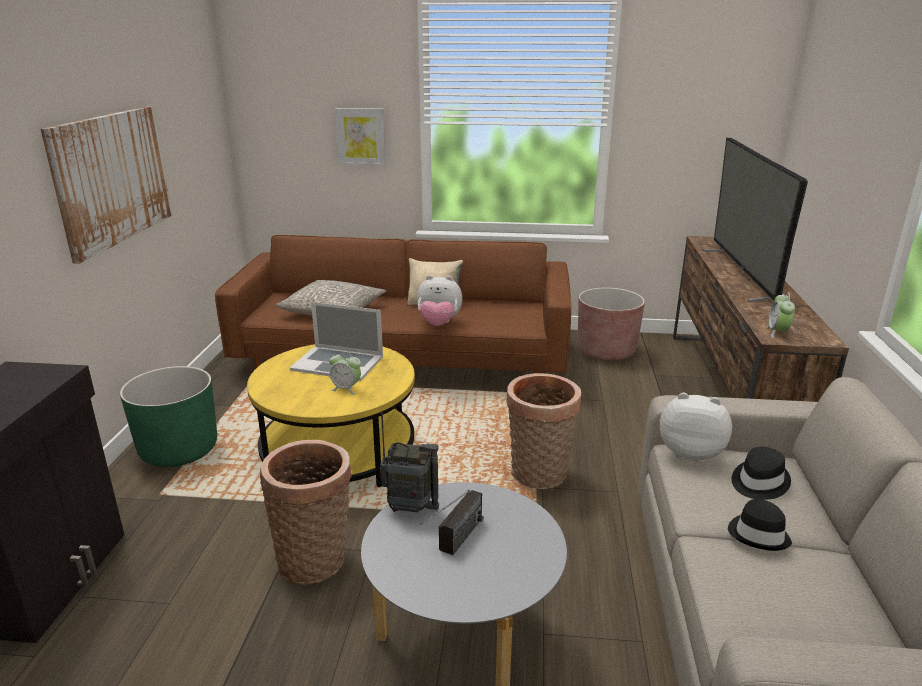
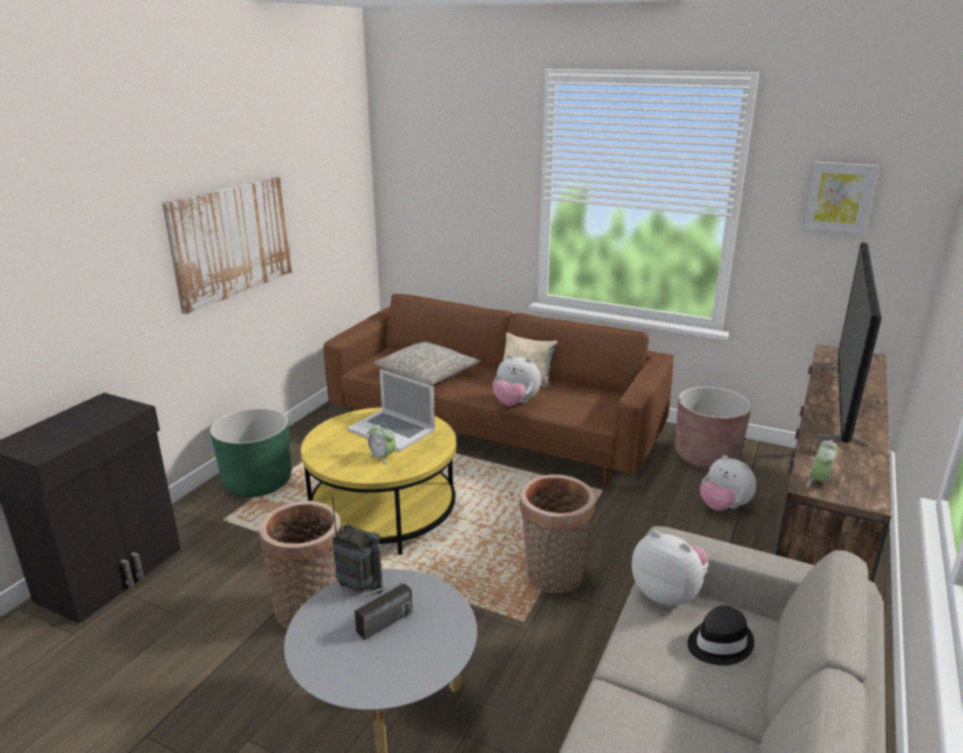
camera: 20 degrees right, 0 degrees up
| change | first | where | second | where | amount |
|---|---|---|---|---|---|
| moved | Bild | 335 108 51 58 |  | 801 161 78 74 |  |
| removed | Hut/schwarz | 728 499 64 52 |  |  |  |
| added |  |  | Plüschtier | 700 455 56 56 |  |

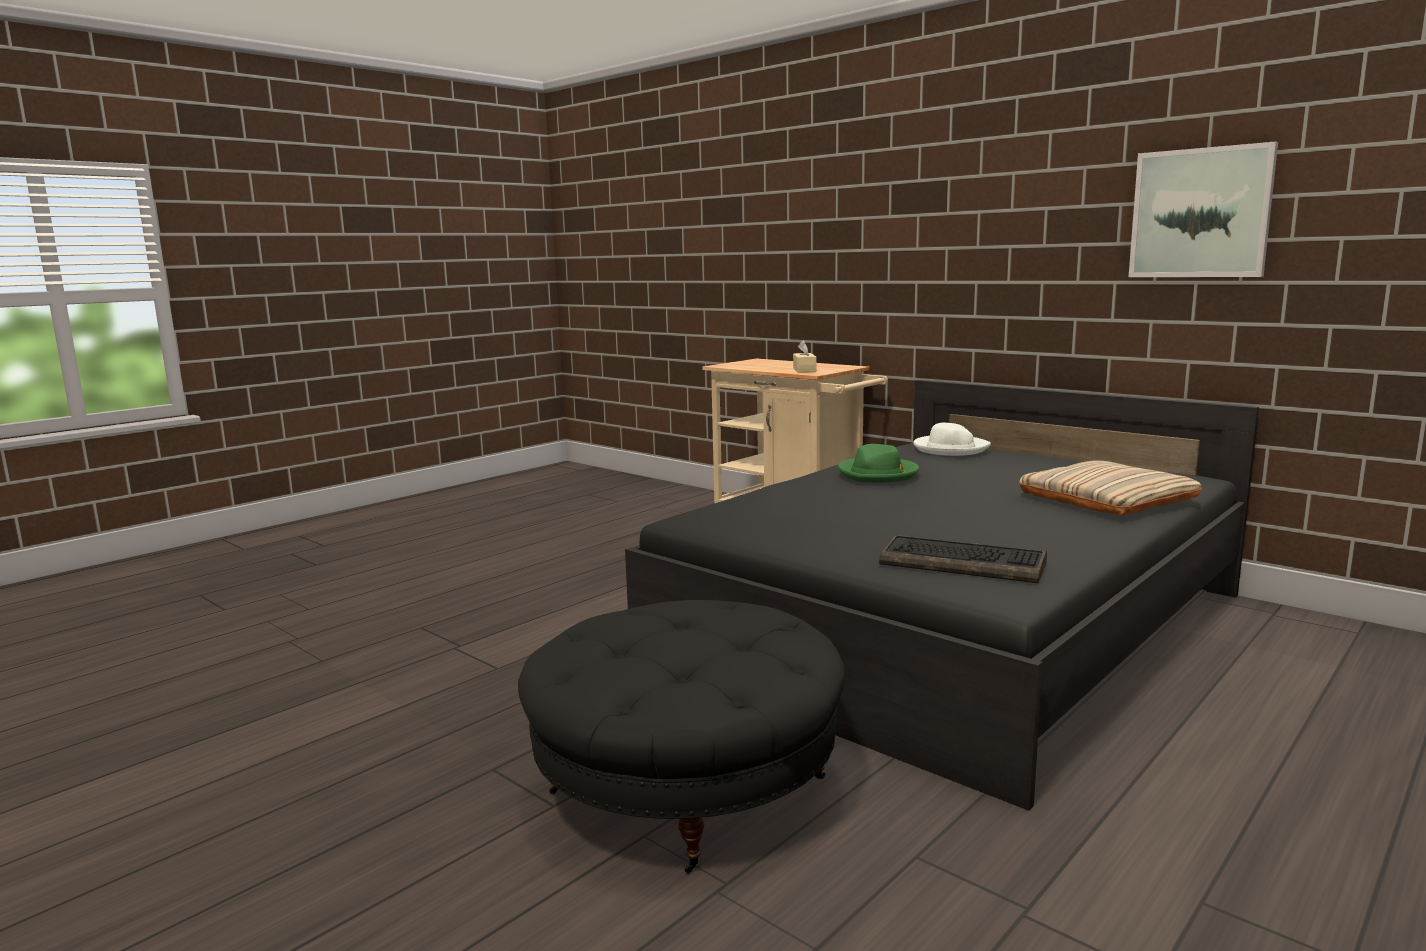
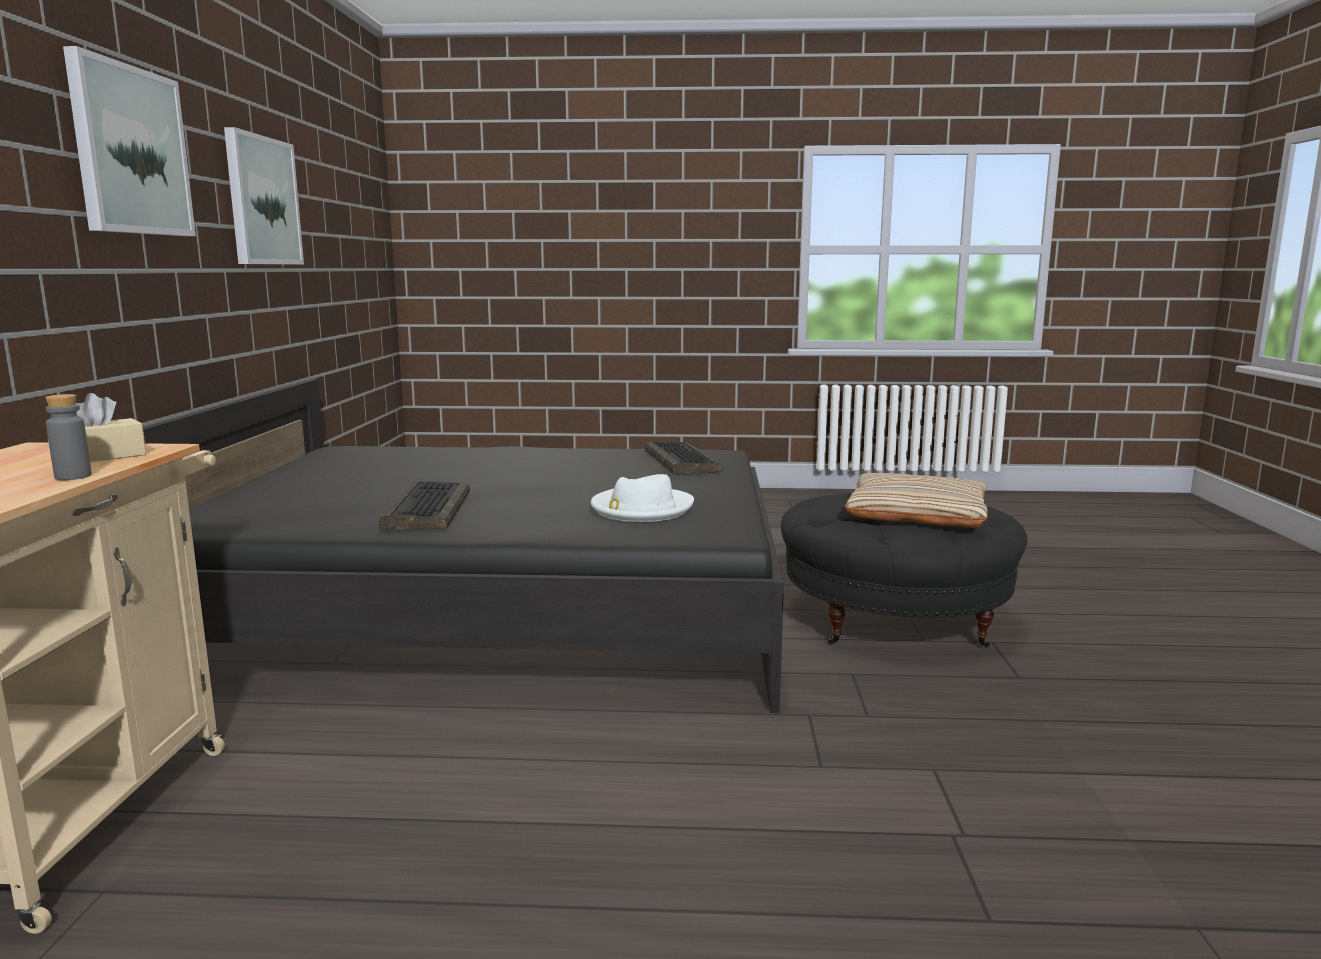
camera: 130 degrees left, 0 degrees up
| change | first | where | second | where | amount |
|---|---|---|---|---|---|
| replaced | Hut/grün | 838 444 81 38 | Tastatur | 379 481 91 49 |  |
| moved | Hut/weiß | 913 423 78 33 |  | 591 474 103 48 |  |
| moved | Kissen/beige | 1019 461 183 55 |  | 845 473 143 55 |  |
| added |  |  | Flasche/grau | 45 394 47 86 |  |
| added |  |  | Bild | 63 46 133 190 |  |

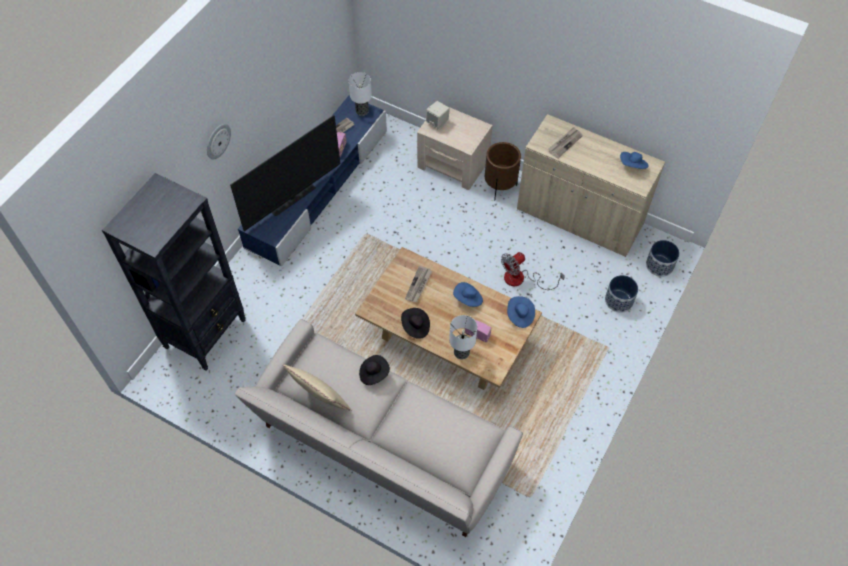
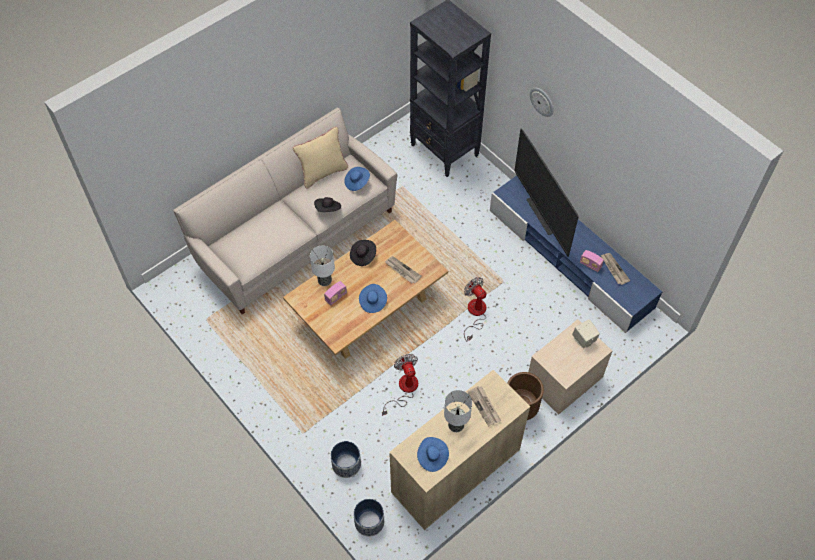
camera: 110 degrees right, 0 degrees up
| change | first | where | second | where | amount |
|---|---|---|---|---|---|
| moved | Tischlampe | 349 72 23 44 |  | 444 390 28 42 |  |
| moved | Hut/blau | 507 296 28 32 |  | 344 167 26 24 |  |
| added |  |  | Ventilator | 464 277 23 64 |  |

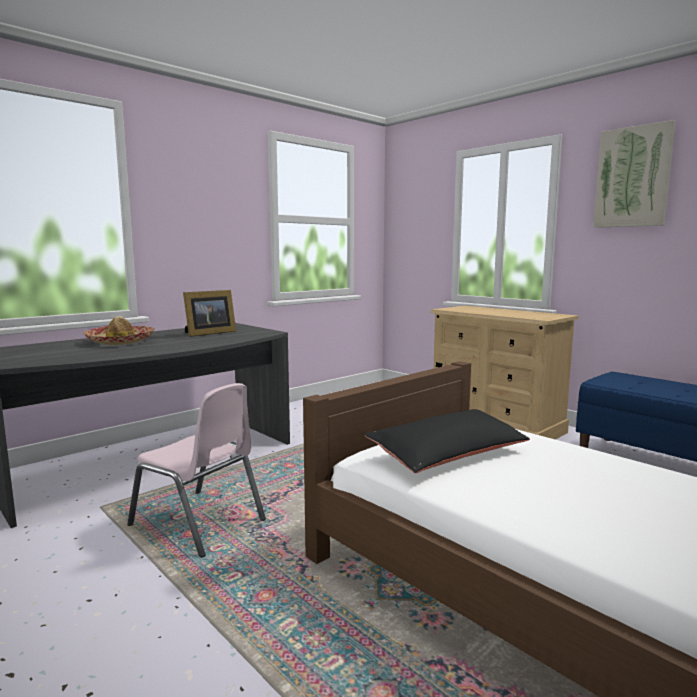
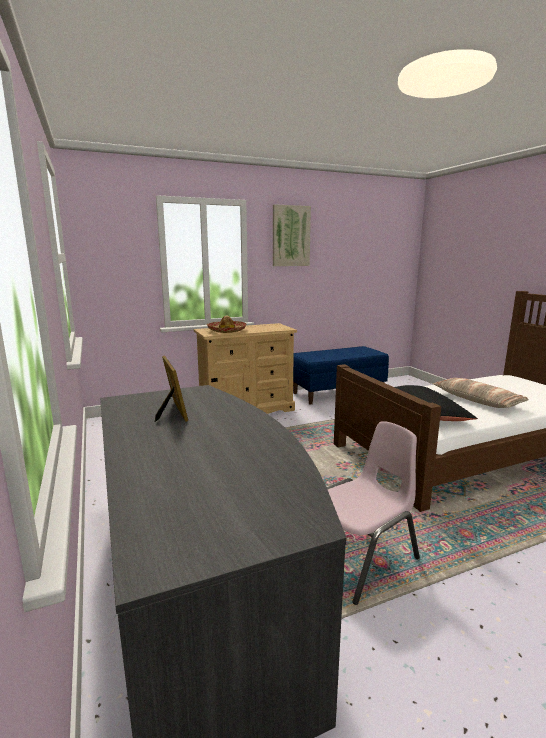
camera: 70 degrees left, 5 degrees up
| change | first | where | second | where | amount |
|---|---|---|---|---|---|
| moved | Hut | 83 316 72 29 |  | 207 315 40 18 |  |
| added |  |  | Kissen | 433 378 96 30 |  |

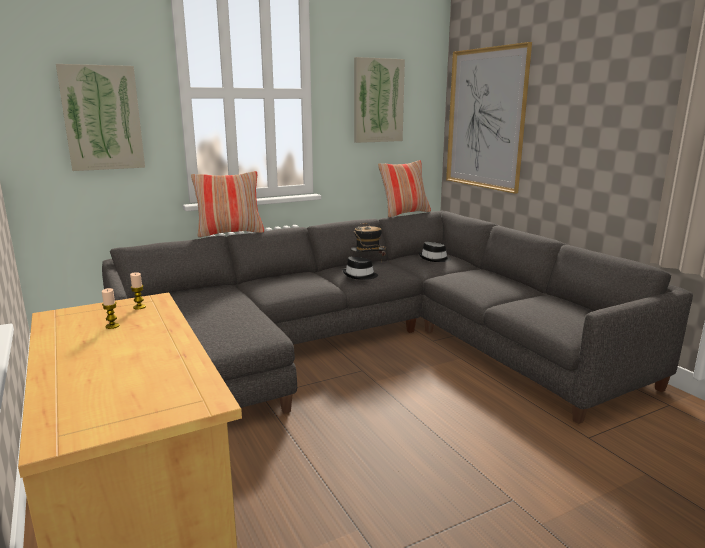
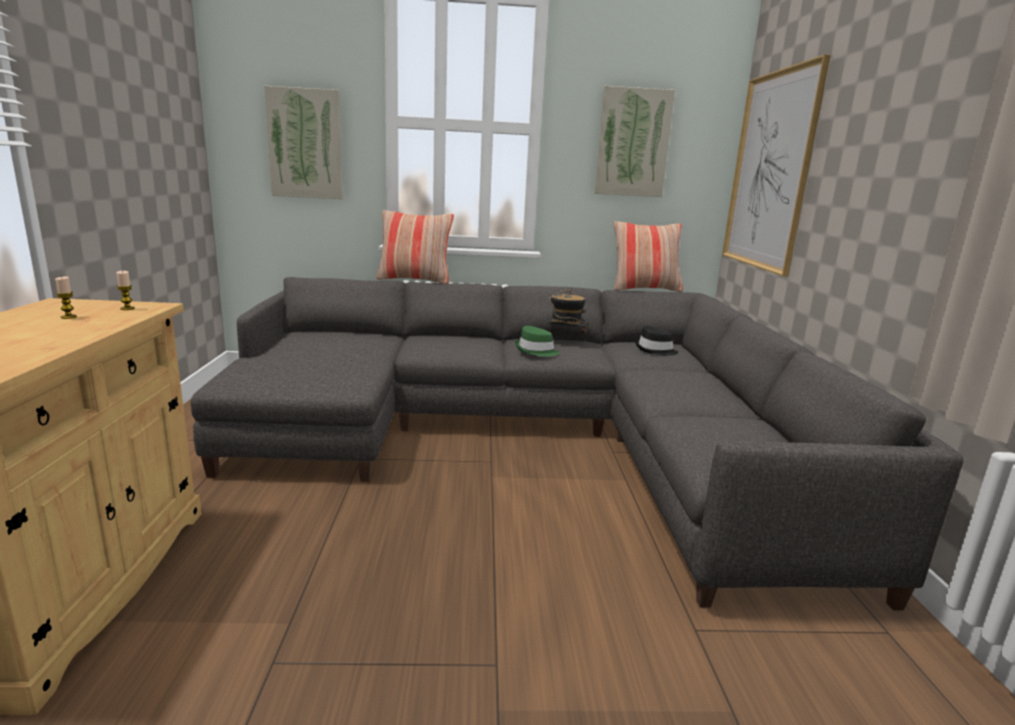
camera: 25 degrees right, 0 degrees up
| change | first | where | second | where | amount |
|---|---|---|---|---|---|
| recoloured | Hut/schwarz | 342 257 36 22 | Hut/grün | 515 326 44 30 |  |

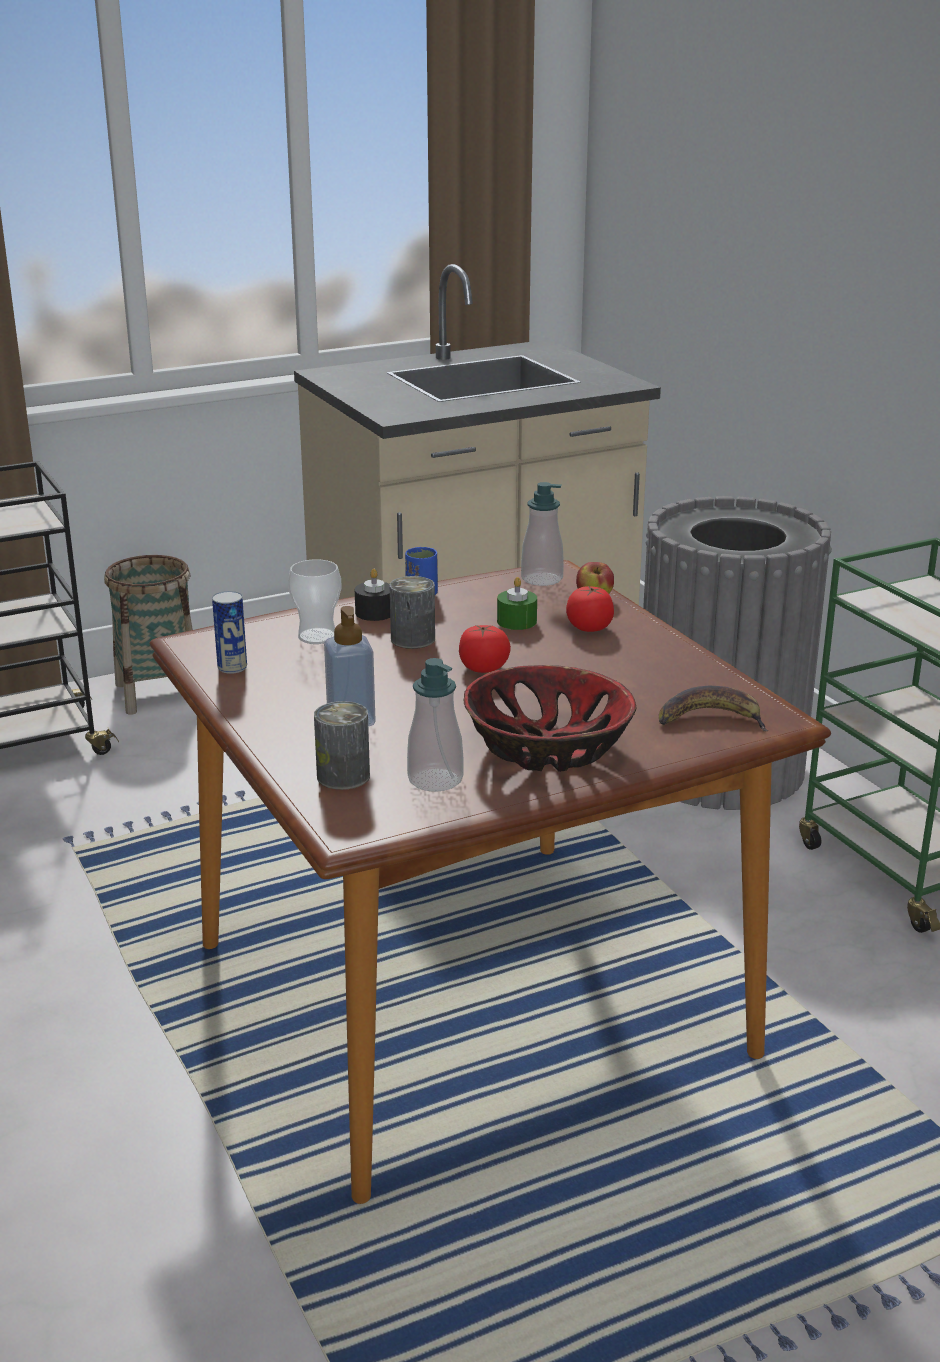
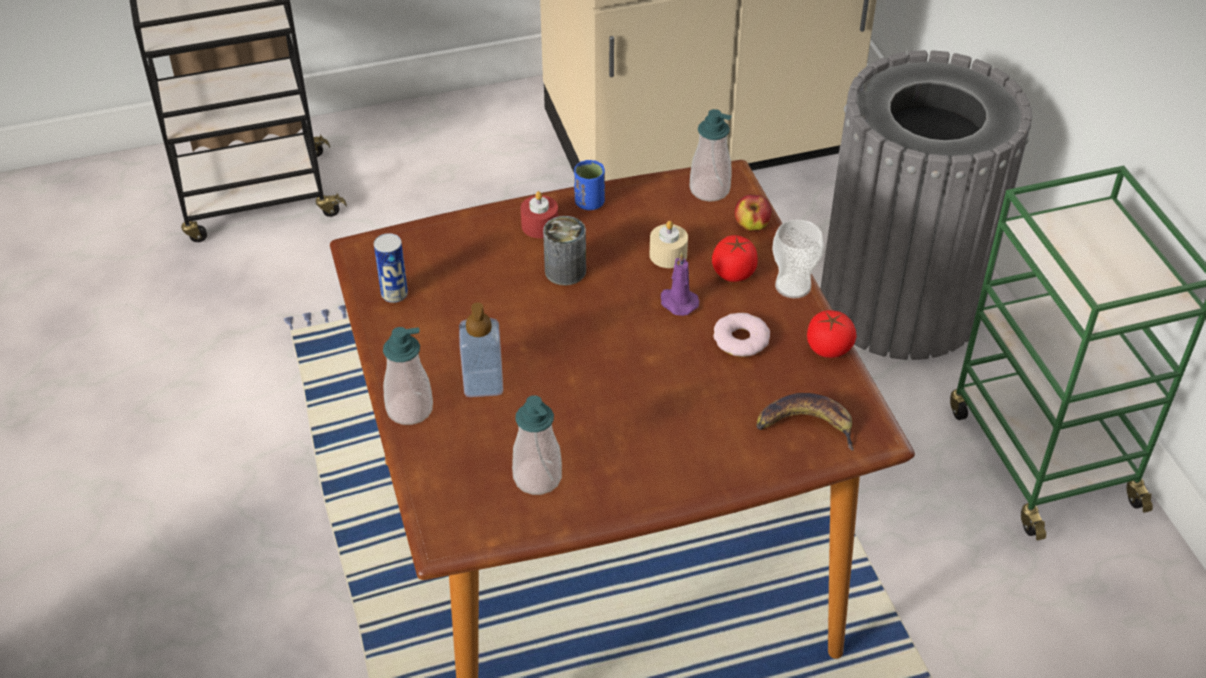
camera: 10 degrees right, 20 degrees up
| change | first | where | second | where | amount |
|---|---|---|---|---|---|
| removed | Korb | 104 555 89 160 |  |  |  |
| moved | Tasse | 288 559 54 85 |  | 772 220 52 78 |  |
| removed | Dose | 314 701 56 89 |  |  |  |
| recoloured | Kerze/schwarz | 355 569 35 52 | Kerze/rot | 521 191 37 47 |  |
| moved | Tomate | 459 625 52 48 |  | 807 310 50 48 |  |
| removed | Schüssel | 464 665 172 107 |  |  |  |
| recoloured | Kerze/grün | 497 577 40 53 | Kerze/beige | 650 221 38 47 |  |
| added |  |  | Seifenspender | 383 327 50 98 |  |
| added |  |  | Kerze/lila | 661 252 38 64 |  |
| added |  |  | Donut | 714 313 56 44 |  |

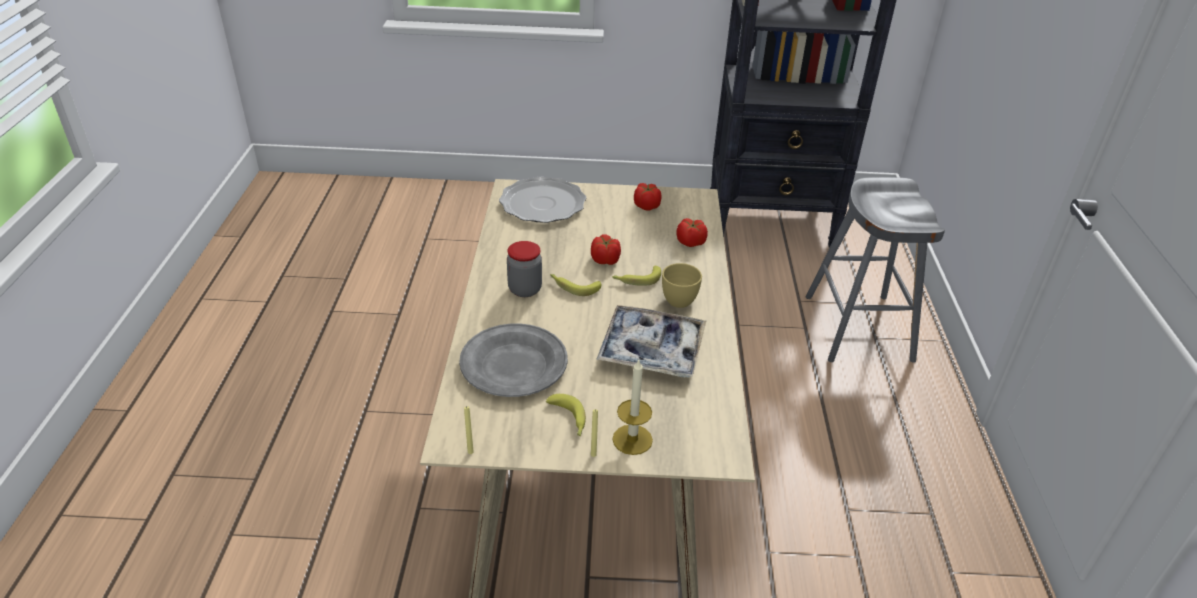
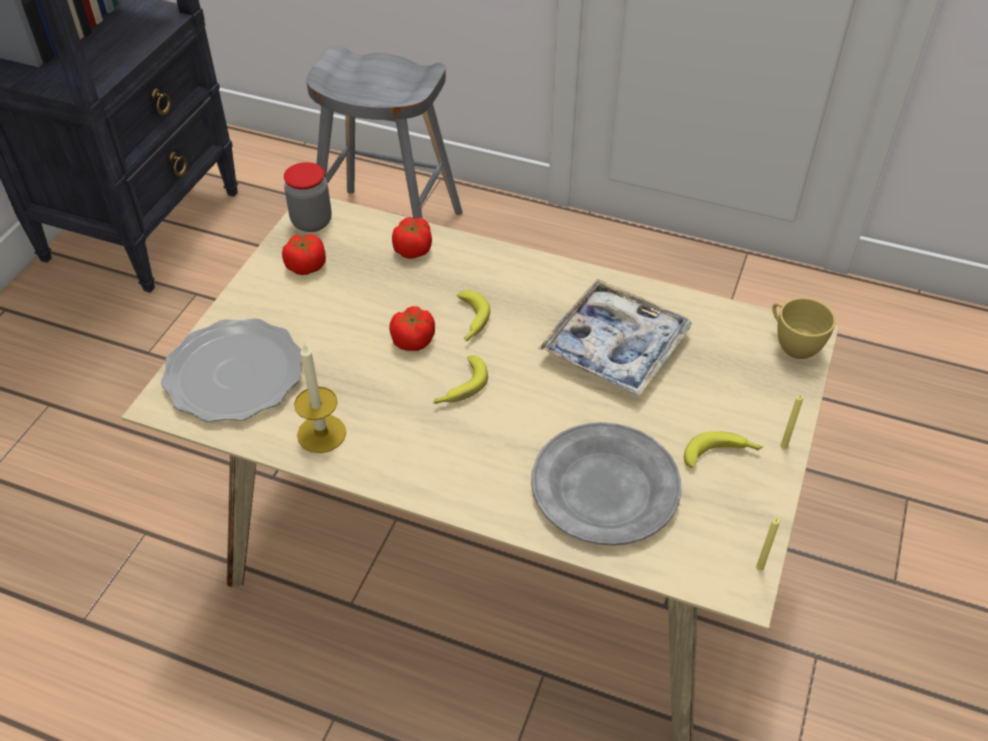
camera: 70 degrees left, 10 degrees up
| change | first | where | second | where | amount |
|---|---|---|---|---|---|
| moved | Vorratsglas | 507 241 35 56 |  | 284 162 48 70 |  |
| moved | Kerze | 612 360 41 95 |  | 294 343 52 110 |  |
| moved | Tasse/gelb | 662 263 40 45 |  | 772 298 64 61 |  |

